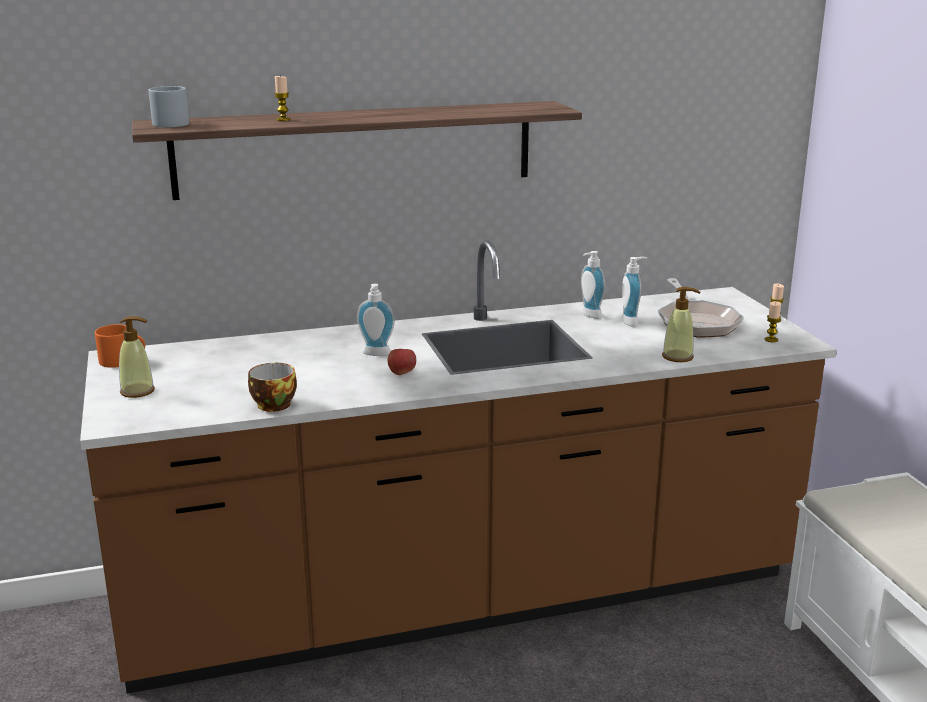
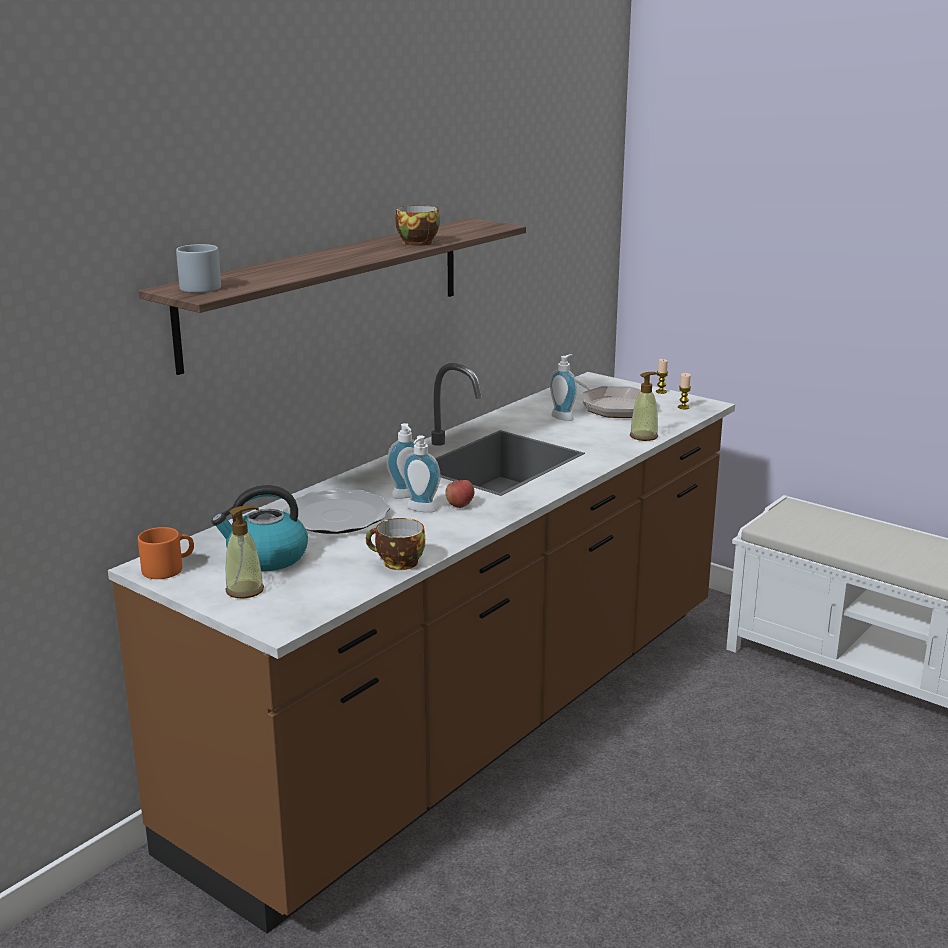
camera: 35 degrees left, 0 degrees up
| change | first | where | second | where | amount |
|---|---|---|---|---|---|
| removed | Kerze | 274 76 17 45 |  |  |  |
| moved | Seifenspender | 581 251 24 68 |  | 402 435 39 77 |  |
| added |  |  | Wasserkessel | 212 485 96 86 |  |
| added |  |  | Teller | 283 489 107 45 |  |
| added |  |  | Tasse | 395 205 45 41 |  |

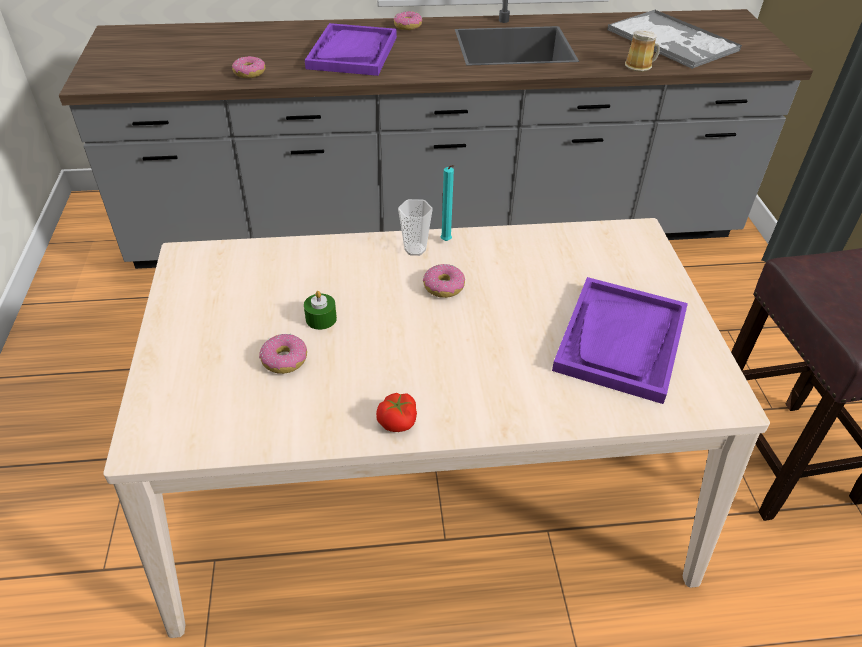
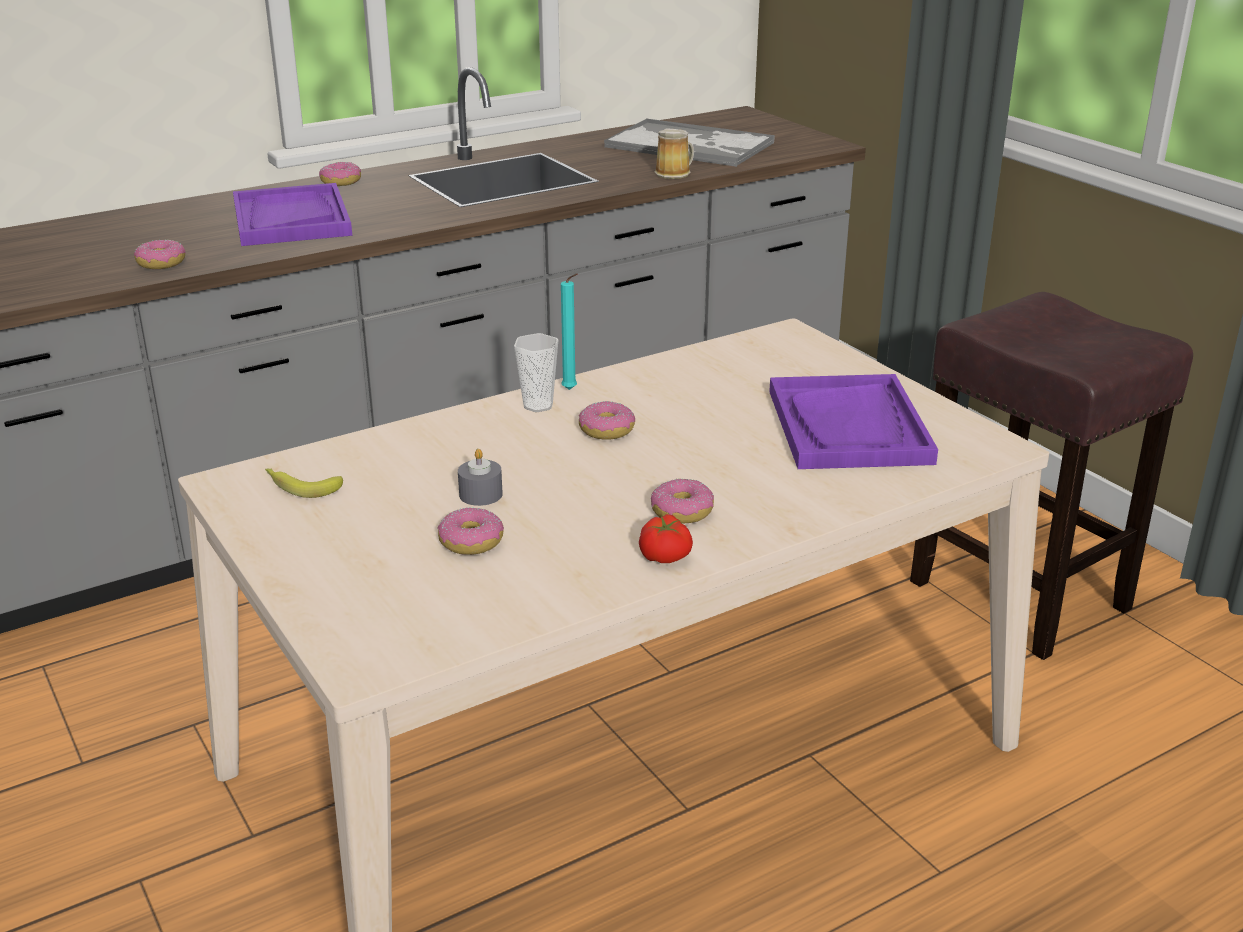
camera: 25 degrees left, 15 degrees down
| change | first | where | second | where | amount |
|---|---|---|---|---|---|
| recoloured | Kerze/grün | 304 291 33 39 | Kerze/grau | 458 449 45 57 |  |
| added |  |  | Banane | 265 468 78 30 |  |
| added |  |  | Donut | 651 479 63 45 |  |

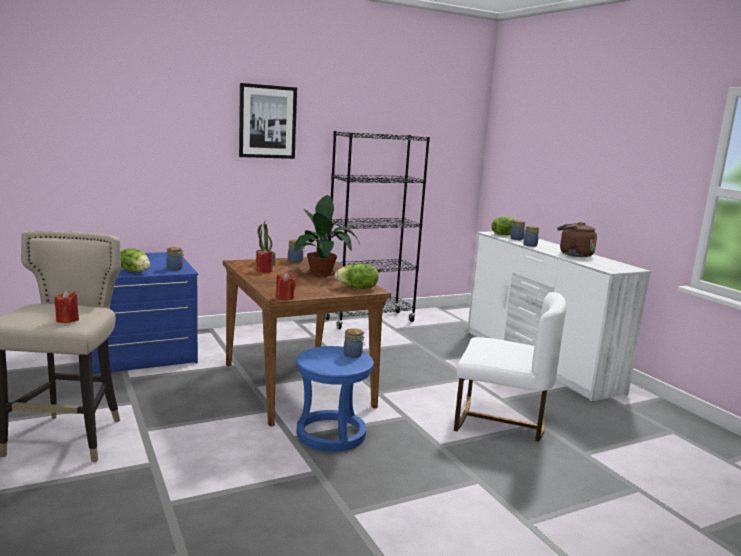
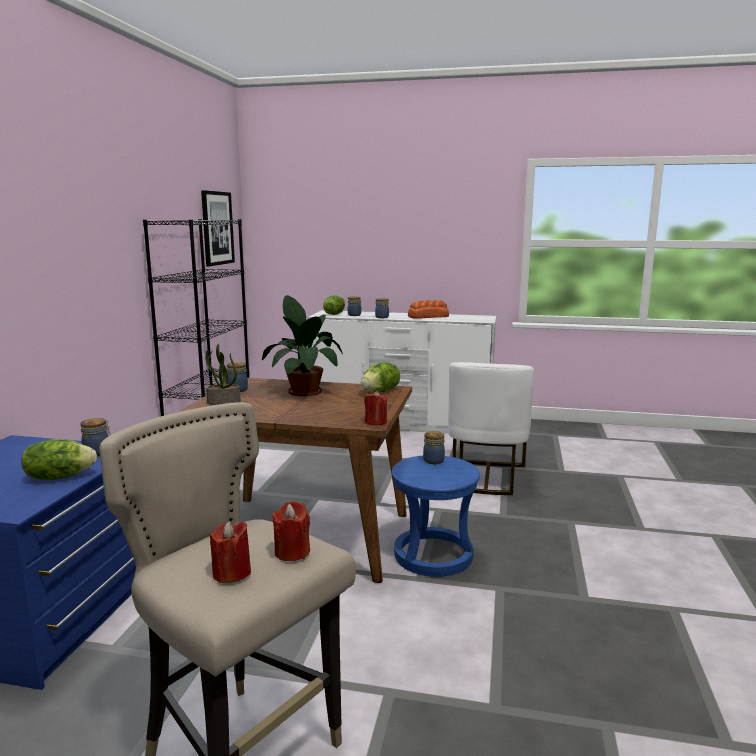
camera: 50 degrees left, 0 degrees up
| change | first | where | second | where | amount |
|---|---|---|---|---|---|
| moved | Bild | 239 83 58 76 |  | 201 190 34 77 |  |
| moved | Kerze/rot | 256 249 17 24 |  | 210 521 41 62 |  |
| turned | Stuhl/weiß | 454 292 112 150 |  | 448 362 86 133 | 135 degrees clockwise |
| replaced | Wasserkessel/braun | 557 222 40 35 | Brot | 408 300 41 19 |  |

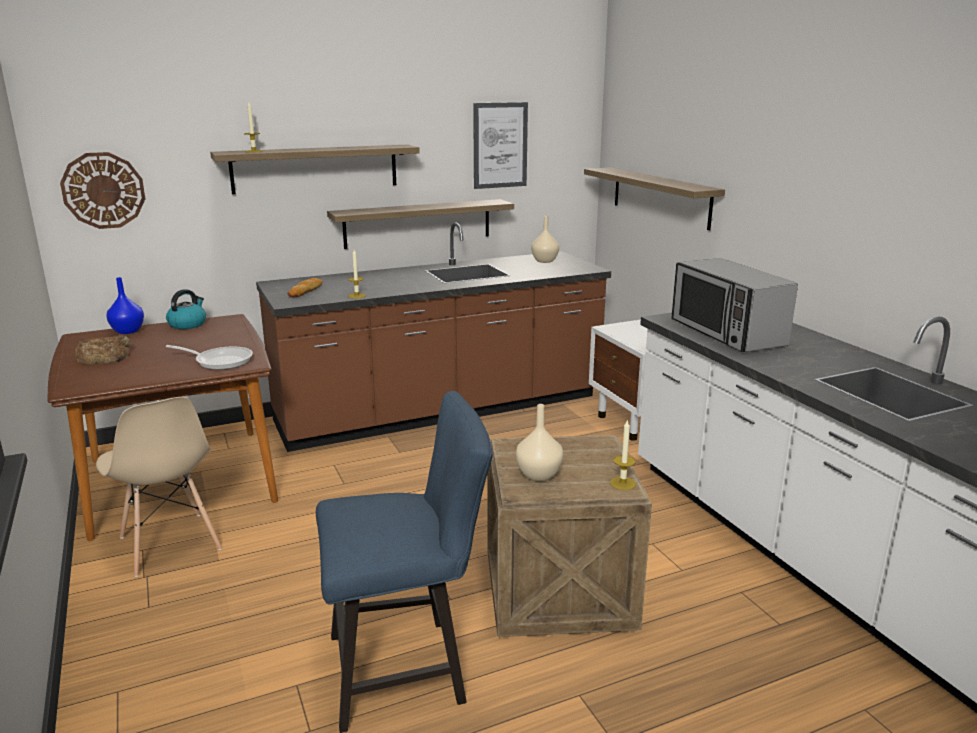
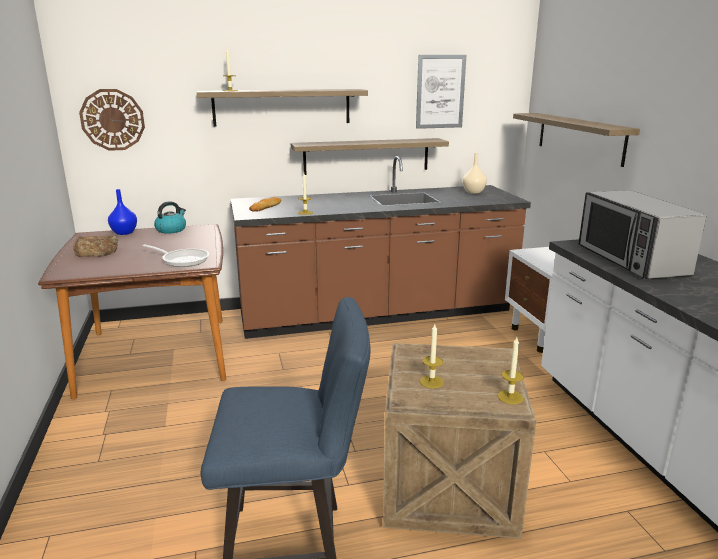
camera: 10 degrees right, 0 degrees up
| change | first | where | second | where | amount |
|---|---|---|---|---|---|
| removed | Stuhl/beige | 96 397 126 180 |  |  |  |
| replaced | Vase/beige | 516 404 47 77 | Kerze | 420 324 24 64 |  |

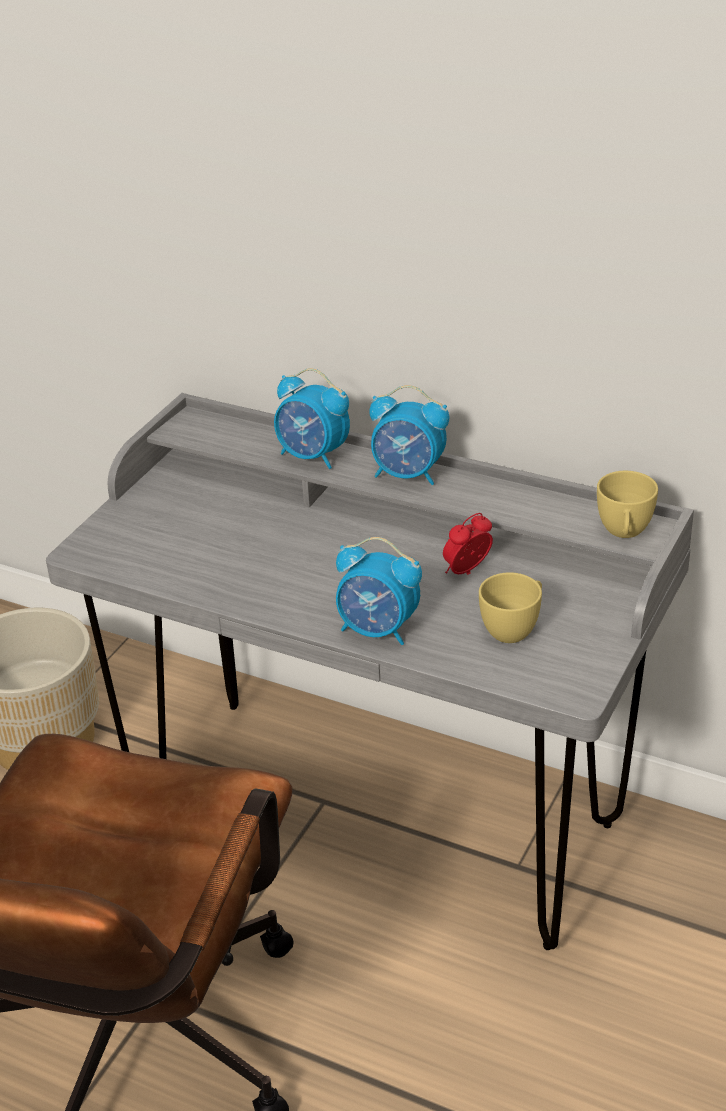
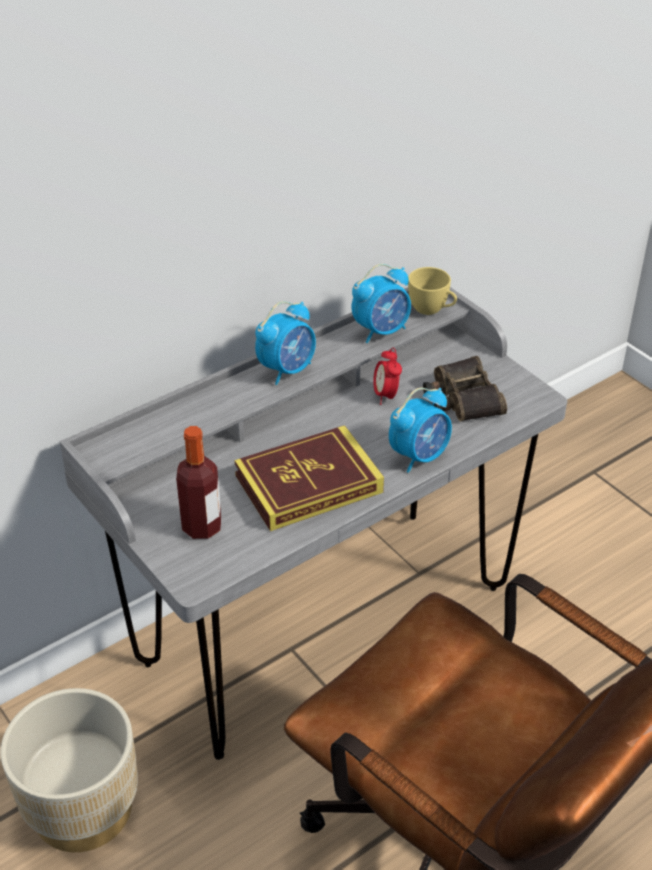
camera: 65 degrees left, 5 degrees up
| change | first | where | second | where | amount |
|---|---|---|---|---|---|
| moved | Wecker | 274 368 76 101 |  | 352 264 59 79 |  |
| replaced | Tasse/gelb | 479 572 63 71 | Fernglas | 423 356 84 66 |  |
| added |  |  | Flasche | 176 426 45 113 |  |
| added |  |  | Buch | 234 425 150 106 |  |

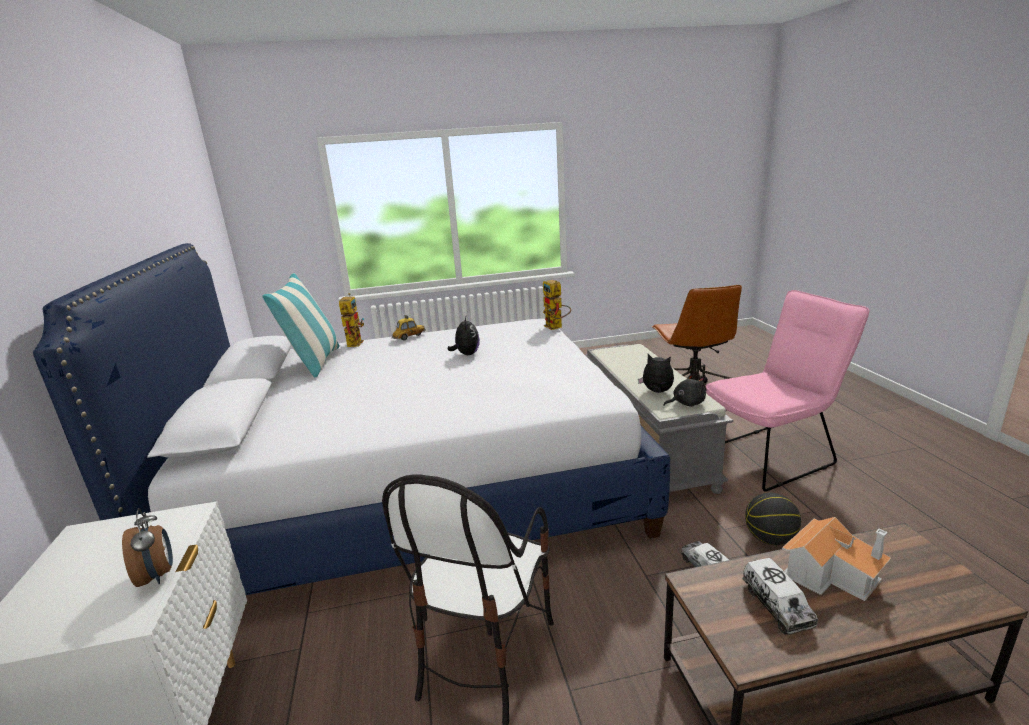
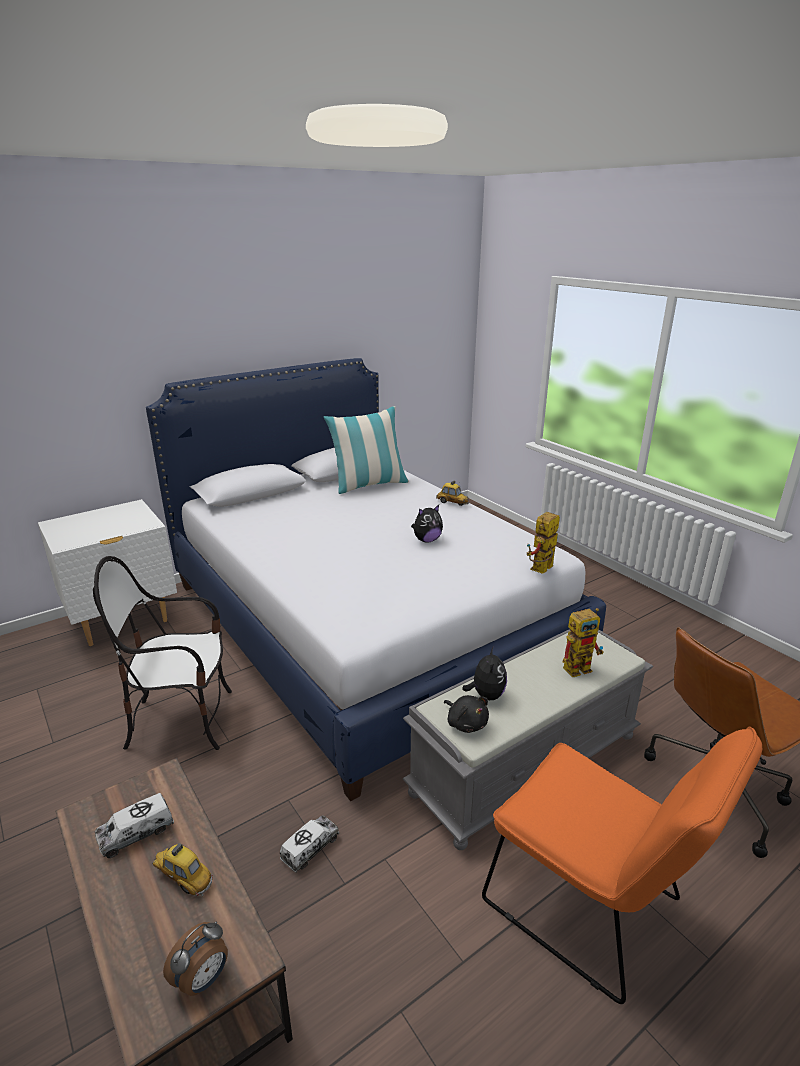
camera: 65 degrees right, 5 degrees up
| change | first | where | second | where | amount |
|---|---|---|---|---|---|
| moved | Wecker | 122 508 51 79 |  | 163 922 65 74 |  |
| moved | Spielzeugroboter | 339 293 25 54 |  | 563 608 41 69 |  |
| recoloured | Stuhl/rosa | 706 290 164 202 | Stuhl/orange | 482 726 280 278 |  |
| removed | Basketball | 745 493 56 52 |  |  |  |
| replaced | Spielzeughaus | 782 517 109 84 | Spielzeugauto | 152 843 61 53 |  |

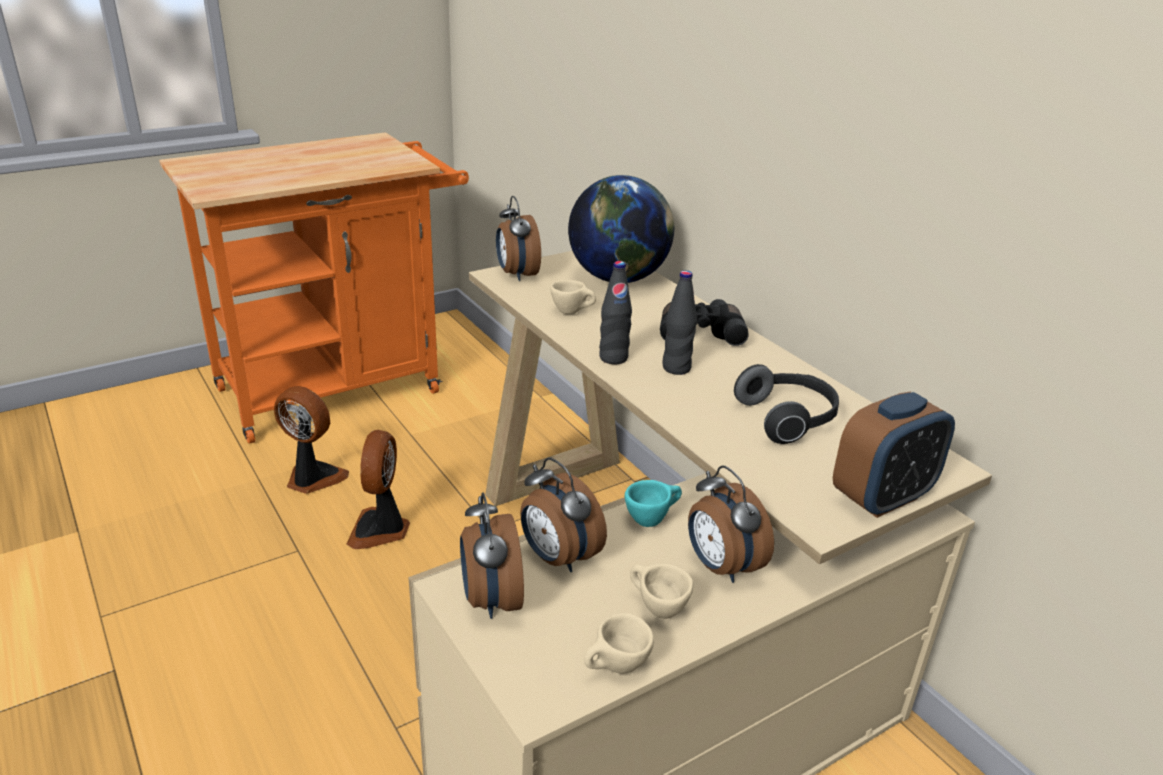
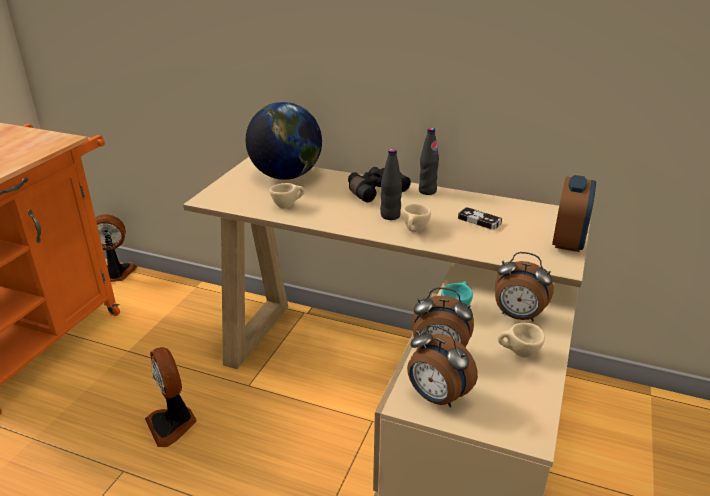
camera: 35 degrees left, 0 degrees up
| change | first | where | second | where | amount |
|---|---|---|---|---|---|
| moved | Ventilator | 274 386 75 108 |  | 95 214 42 68 |  |
| removed | Wecker | 496 196 45 85 |  |  |  |
| moved | Tasse/beige | 584 613 70 61 |  | 403 204 28 28 |  |
| moved | Flasche/schwarz | 599 261 33 103 |  | 419 128 20 67 |  |
| replaced | Kopfhörer | 734 364 105 80 | Gamepad | 458 207 44 23 |  |

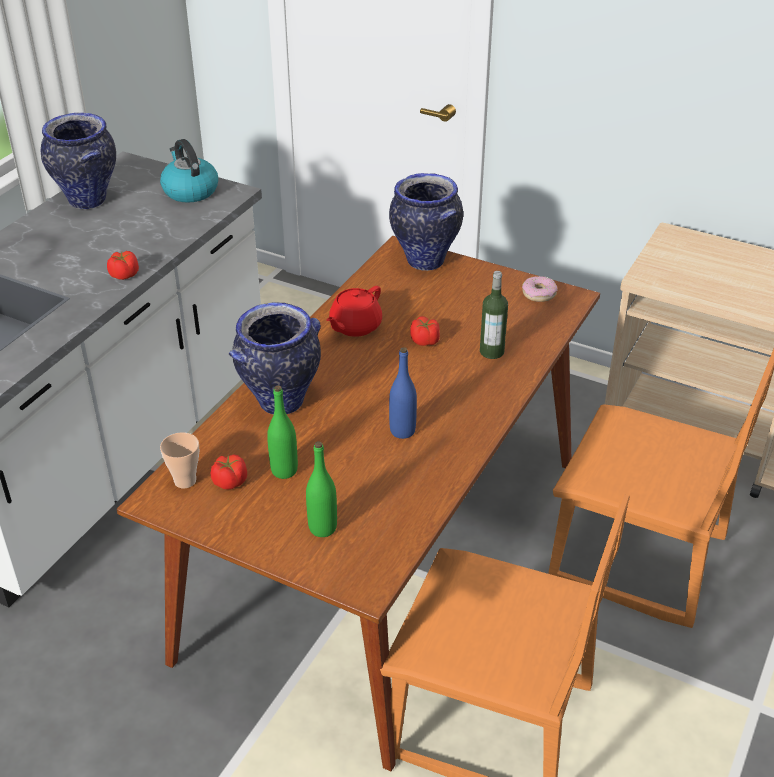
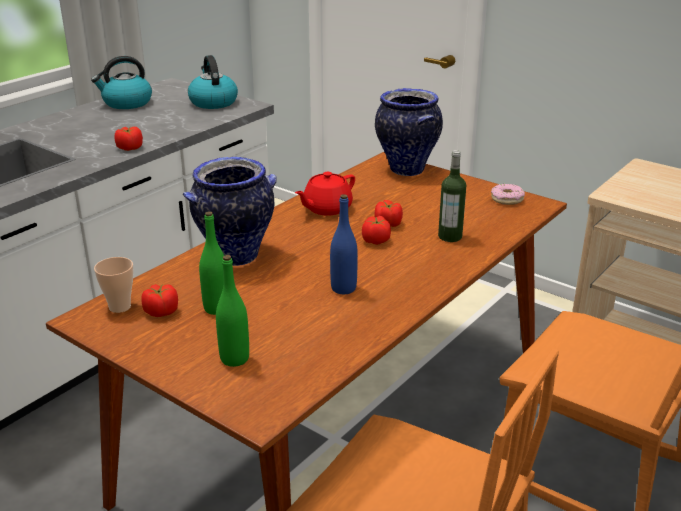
camera: 10 degrees right, 10 degrees down
| change | first | where | second | where | amount |
|---|---|---|---|---|---|
| replaced | Vase | 41 113 75 96 | Wasserkessel | 91 56 61 53 |  |
| added |  |  | Tomate | 362 216 29 29 |  |

